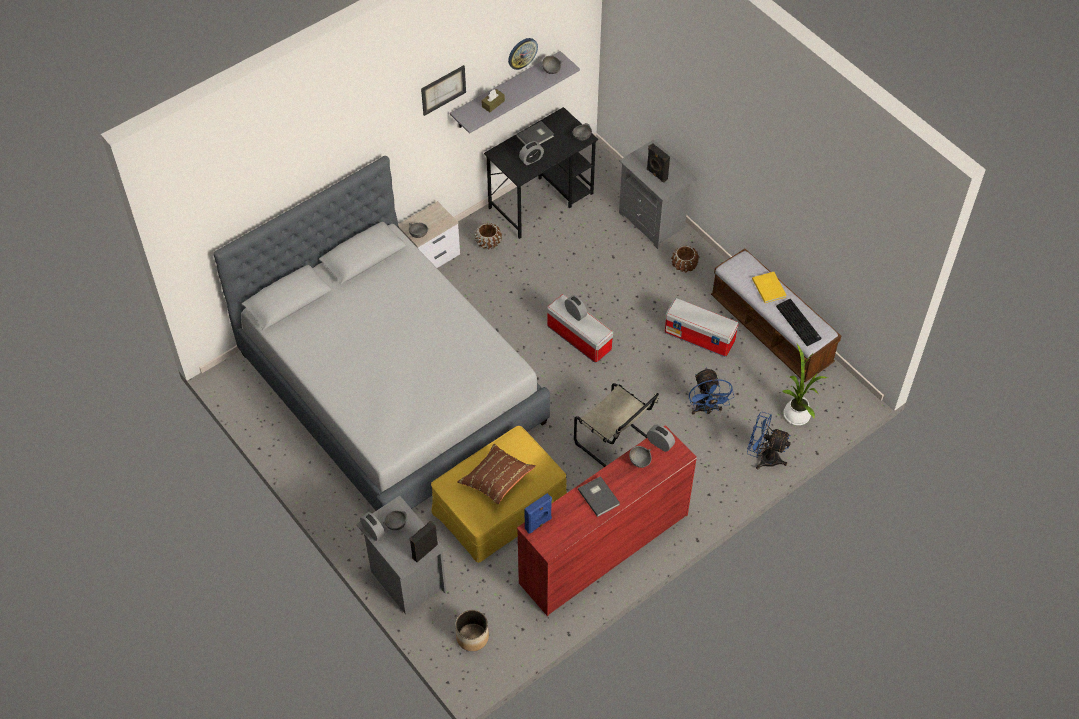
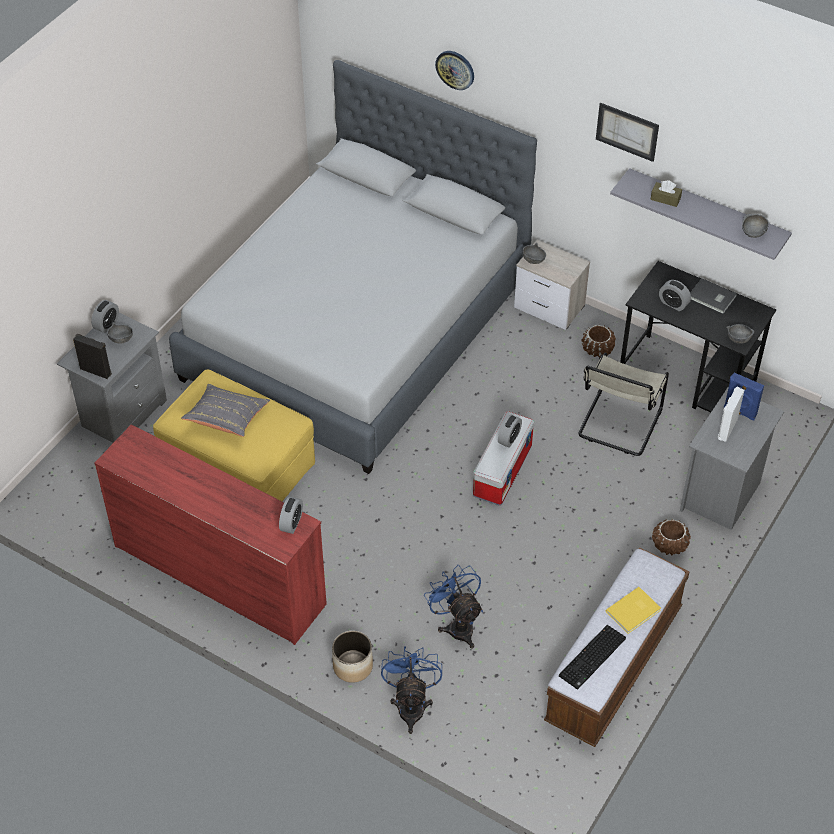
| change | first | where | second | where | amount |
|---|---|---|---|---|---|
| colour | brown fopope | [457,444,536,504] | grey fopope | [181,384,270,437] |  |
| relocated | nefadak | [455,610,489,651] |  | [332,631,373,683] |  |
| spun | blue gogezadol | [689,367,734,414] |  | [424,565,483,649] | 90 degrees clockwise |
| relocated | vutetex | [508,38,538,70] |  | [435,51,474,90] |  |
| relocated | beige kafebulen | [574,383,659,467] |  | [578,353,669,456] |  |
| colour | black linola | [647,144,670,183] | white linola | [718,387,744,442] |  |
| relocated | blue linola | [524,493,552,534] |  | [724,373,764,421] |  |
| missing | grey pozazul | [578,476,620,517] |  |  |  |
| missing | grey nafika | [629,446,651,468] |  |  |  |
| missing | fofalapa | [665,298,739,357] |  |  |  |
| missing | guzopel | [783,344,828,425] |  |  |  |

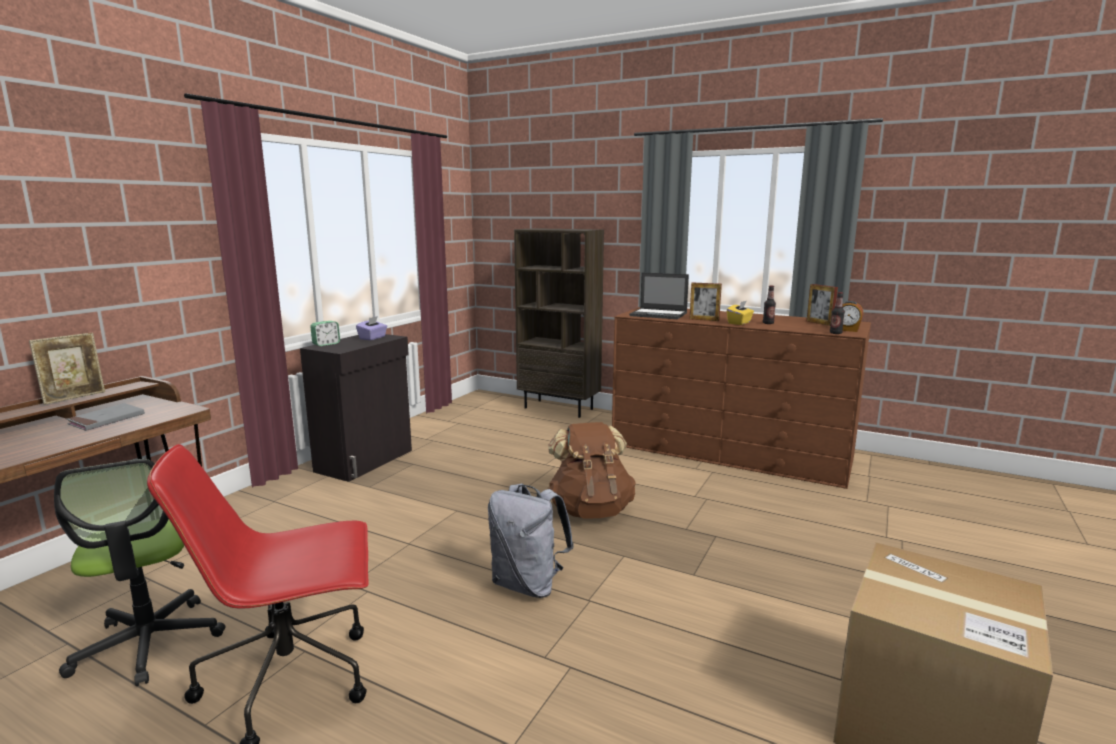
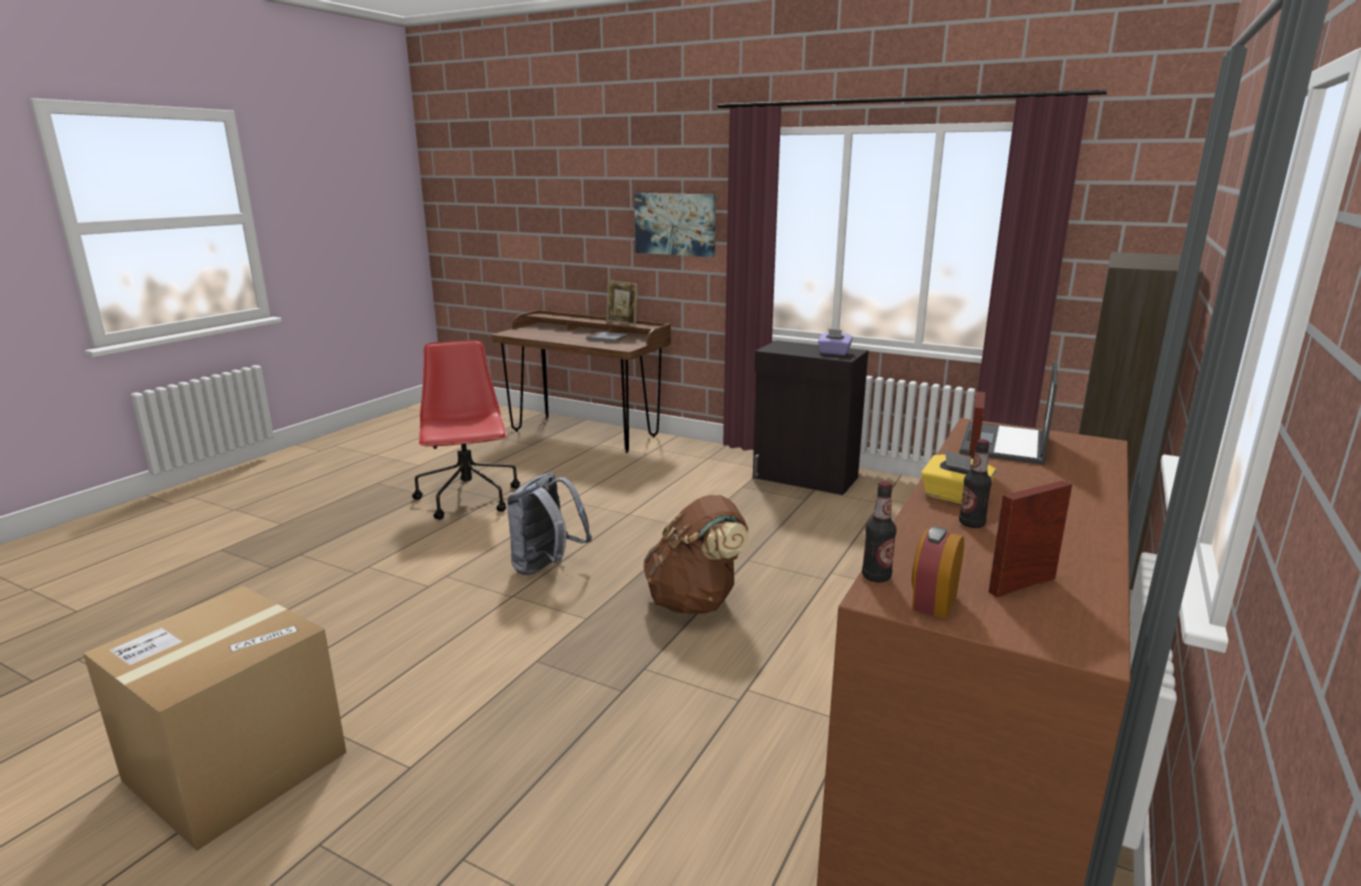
| change | first | where | second | where | amount |
|---|---|---|---|---|---|
| appeared |  |  | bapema | [634,193,715,257] |  |
| missing | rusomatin | [54,459,226,686] |  |  |  |
| missing | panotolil | [310,321,340,346] |  |  |  |

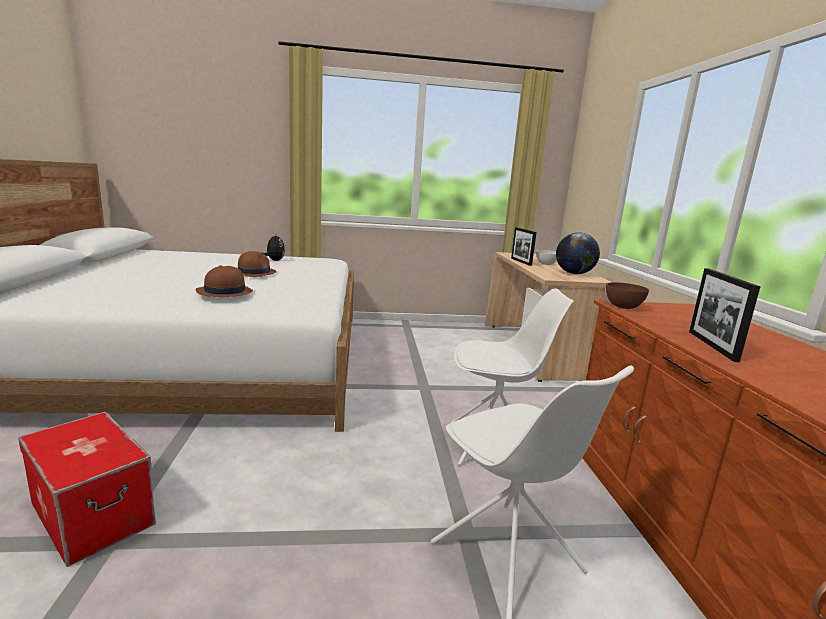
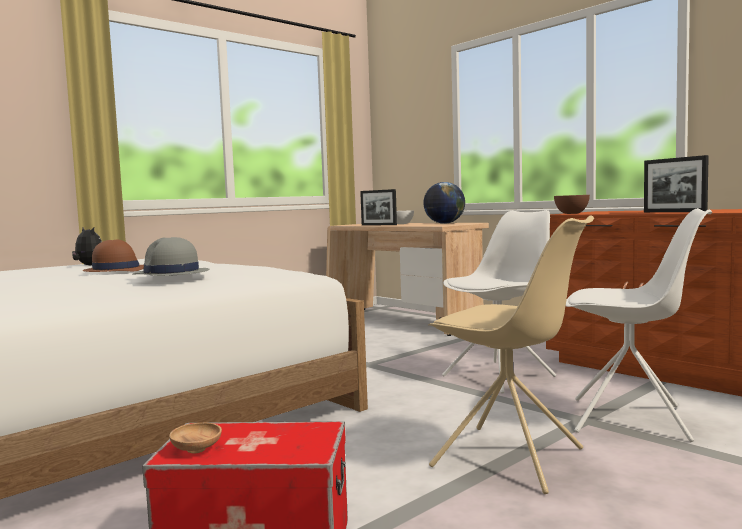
| change | first | where | second | where | amount |
|---|---|---|---|---|---|
| colour | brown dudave | [195,265,253,297] | grey dudave | [132,237,210,276] |  |
| appeared |  |  | brown nafika | [169,423,222,453] |  |
| appeared |  |  | beige kafebulen | [428,215,594,494] |  |

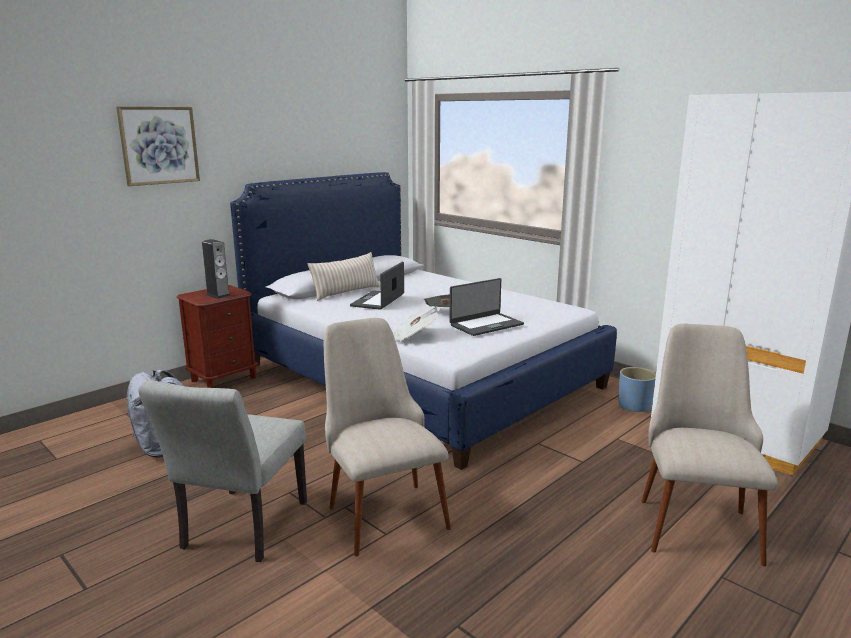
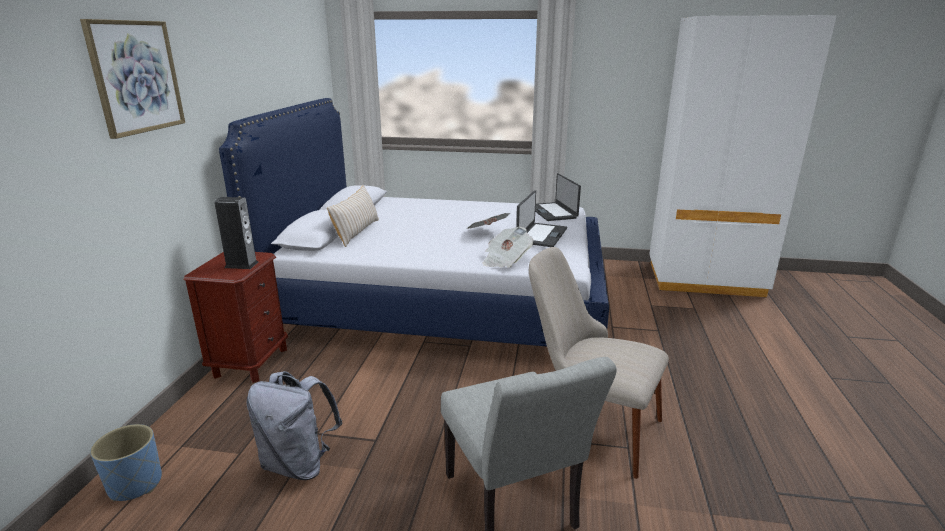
| change | first | where | second | where | amount |
|---|---|---|---|---|---|
| relocated | blue nefadak | [618,367,656,413] |  | [90,424,162,501] |  |
| relocated | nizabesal | [350,262,404,310] |  | [535,173,581,221] |  |
| missing | beige kafebulen | [641,324,778,566] |  |  |  |

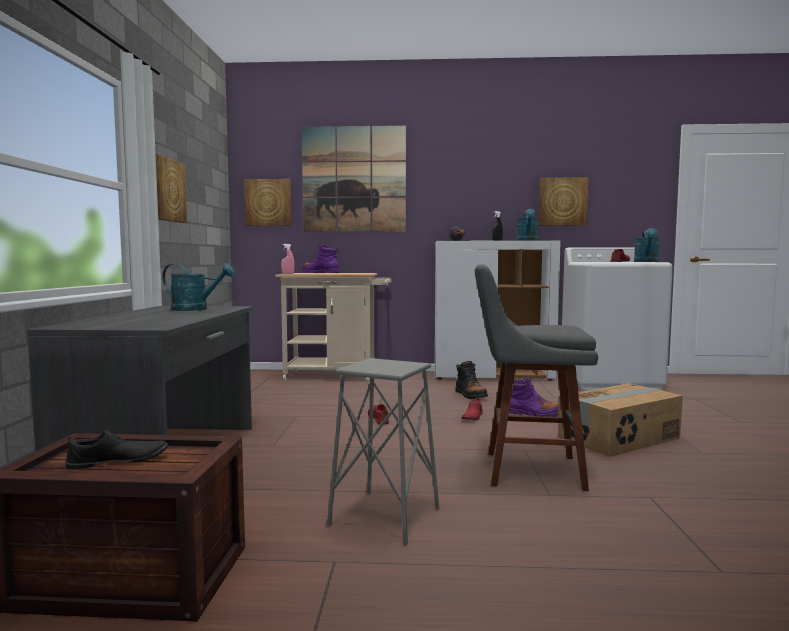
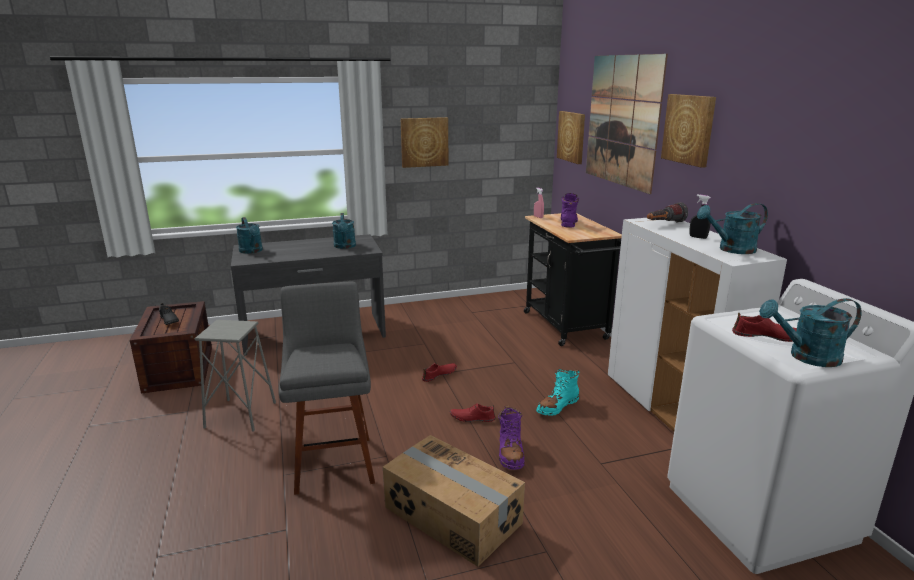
| change | first | where | second | where | amount |
|---|---|---|---|---|---|
| appeared |  |  | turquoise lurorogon | [236,217,263,254] |  |
| colour | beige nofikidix | [275,273,391,382] | black nofikidix | [524,213,622,346] |  |
| colour | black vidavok | [455,361,488,399] | turquoise vidavok | [536,369,580,416] |  |
| relocated | bapema | [538,177,589,226] |  | [661,94,716,168] |  |

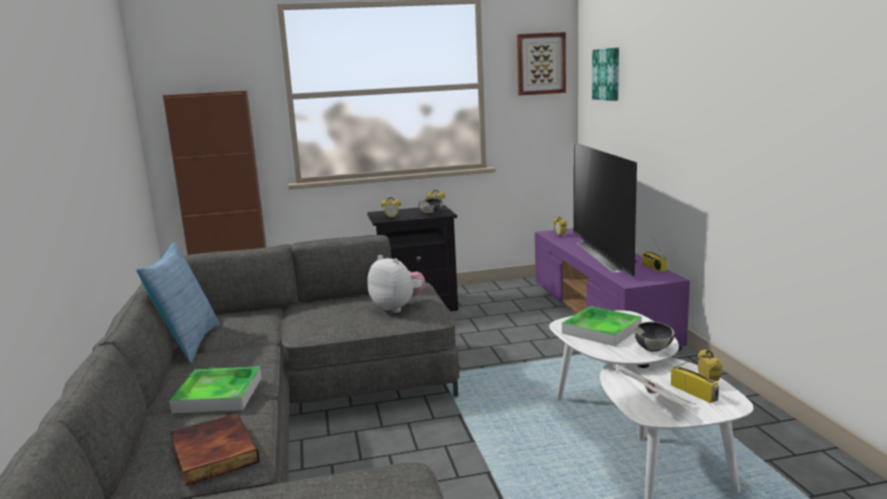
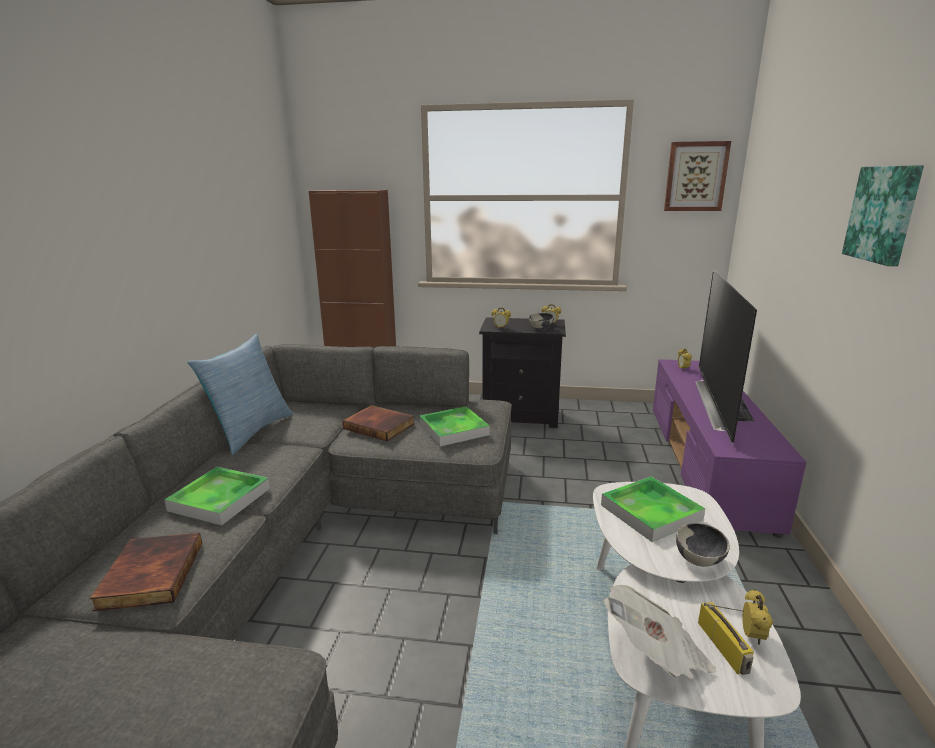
| change | first | where | second | where | amount |
|---|---|---|---|---|---|
| appeared |  |  | pozazul | [342,405,415,441] |  |
| exchanged | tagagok | [368,255,425,313] | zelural | [419,406,490,446] |  |
| relocated | bapema | [592,48,619,101] |  | [842,165,924,266] |  |
| missing | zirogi | [642,234,667,272] |  |  |  |

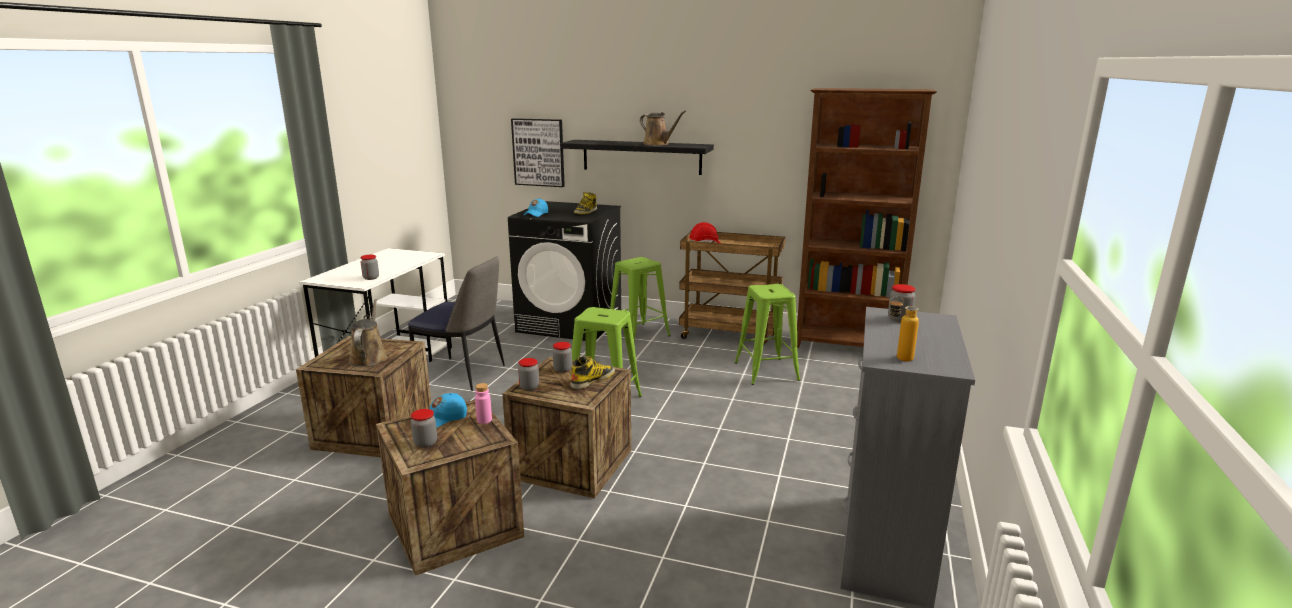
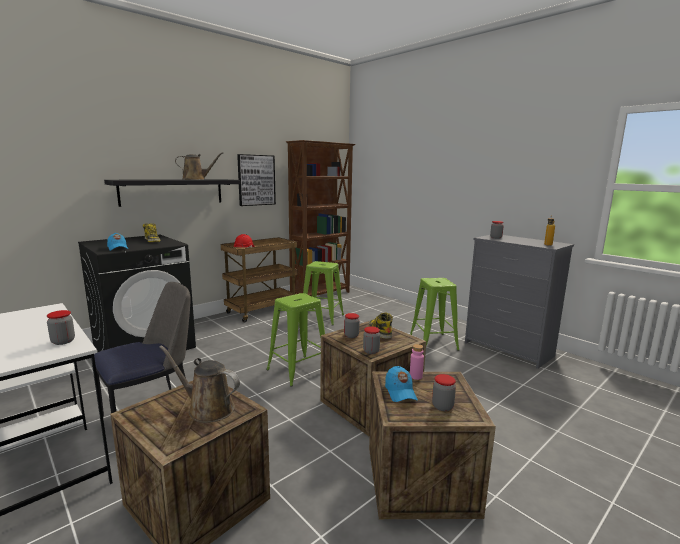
| change | first | where | second | where | amount |
|---|---|---|---|---|---|
| relocated | bapema | [511,118,565,187] |  | [237,154,276,206] |  |
| relocated | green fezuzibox | [606,257,671,341] |  | [410,278,459,351] |  |

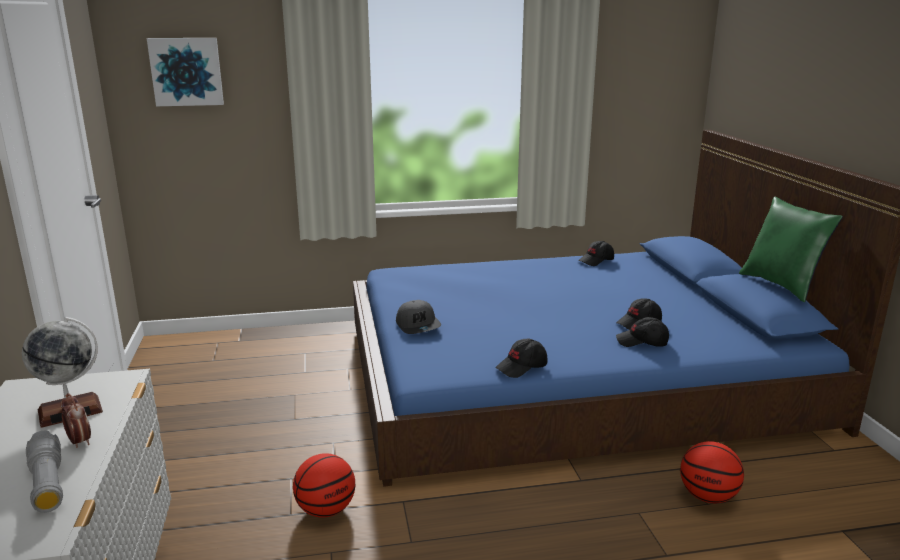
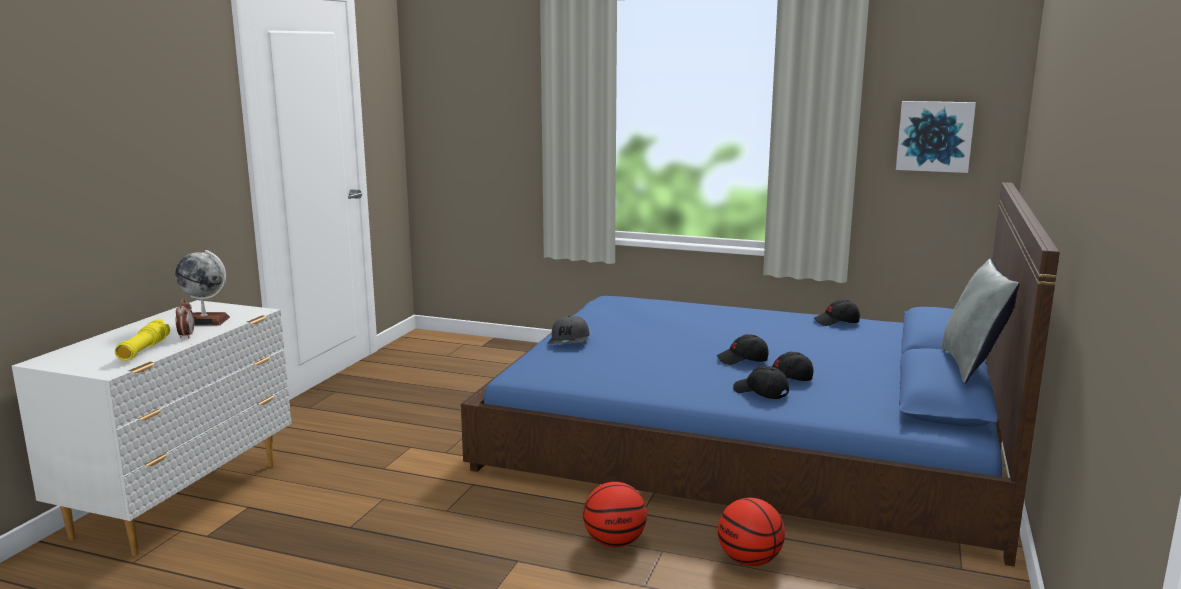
| change | first | where | second | where | amount |
|---|---|---|---|---|---|
| colour | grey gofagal | [26,431,63,513] | yellow gofagal | [115,319,170,361] |  |
| relocated | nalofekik | [293,453,355,518] |  | [583,482,647,547] |  |
| relocated | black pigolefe | [495,339,547,378] |  | [717,334,769,365] |  |
| relocated | bapema | [147,38,224,106] |  | [896,101,976,173] |  |
| colour | green fopope | [739,197,843,302] | grey fopope | [941,259,1020,383] |  |

